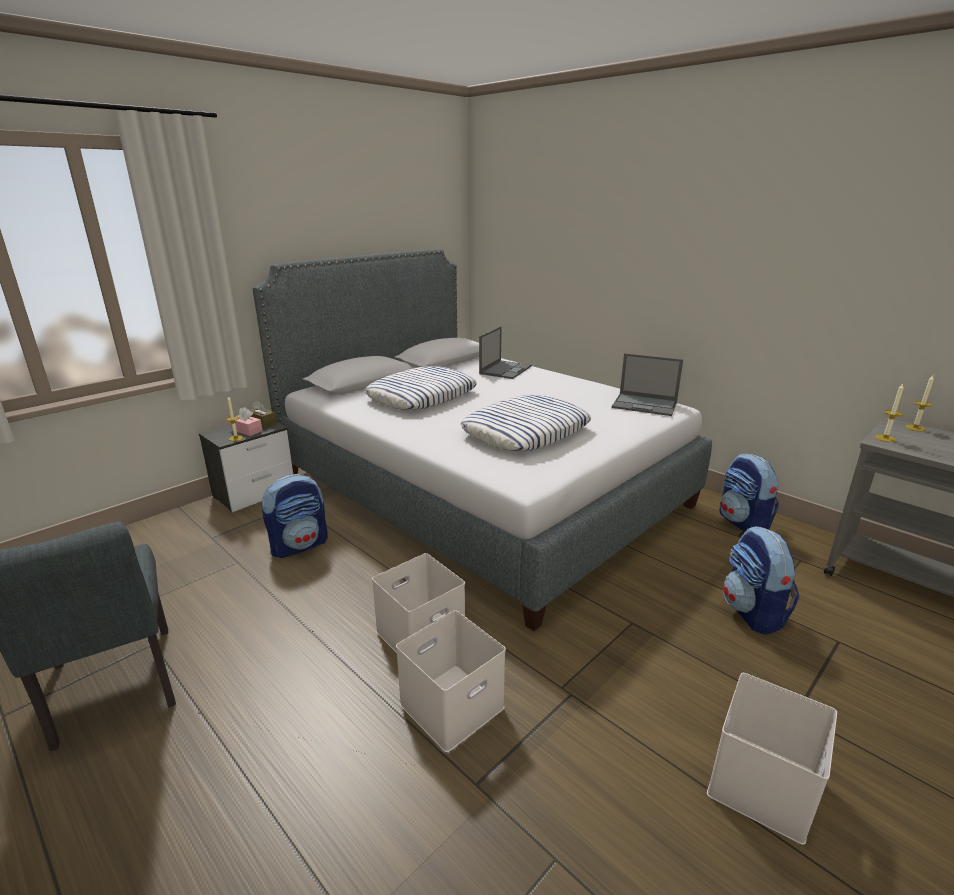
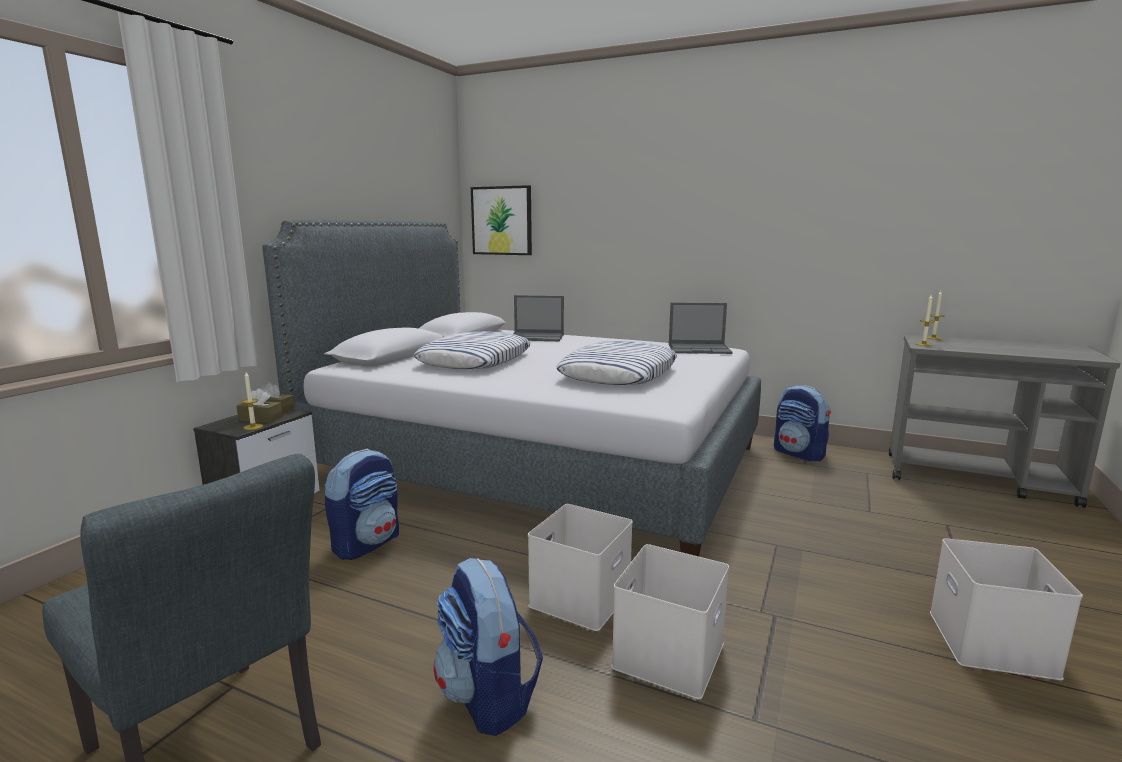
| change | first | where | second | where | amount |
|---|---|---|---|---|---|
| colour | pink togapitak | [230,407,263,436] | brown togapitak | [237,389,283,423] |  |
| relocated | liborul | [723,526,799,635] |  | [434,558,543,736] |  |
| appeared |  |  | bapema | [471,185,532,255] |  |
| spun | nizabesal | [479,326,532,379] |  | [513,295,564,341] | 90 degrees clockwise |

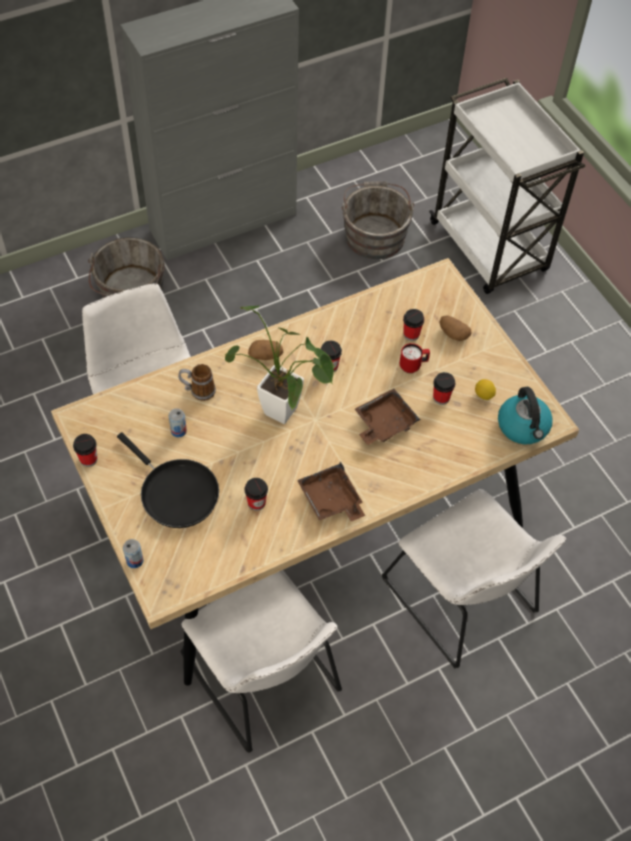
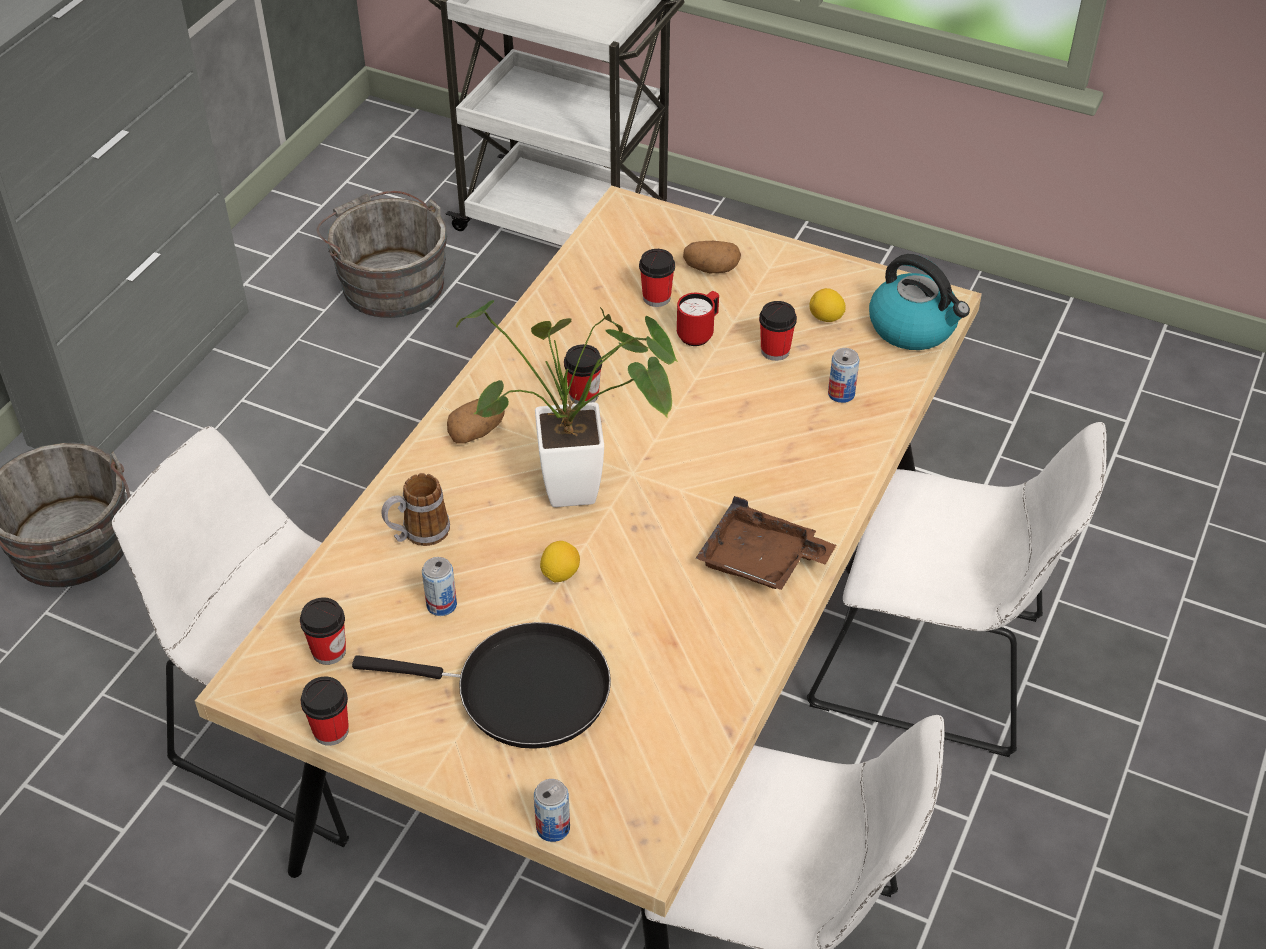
| change | first | where | second | where | amount |
|---|---|---|---|---|---|
| relocated | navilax | [244,478,268,511] |  | [300,597,346,665] |  |
| appeared |  |  | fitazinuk | [540,541,580,583] |  |
| appeared |  |  | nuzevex | [828,348,860,403] |  |
| missing | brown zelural | [355,389,421,445] |  |  |  |

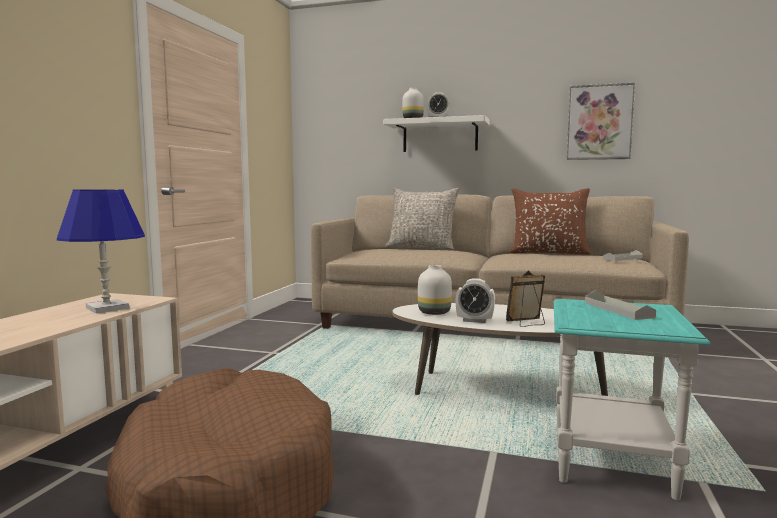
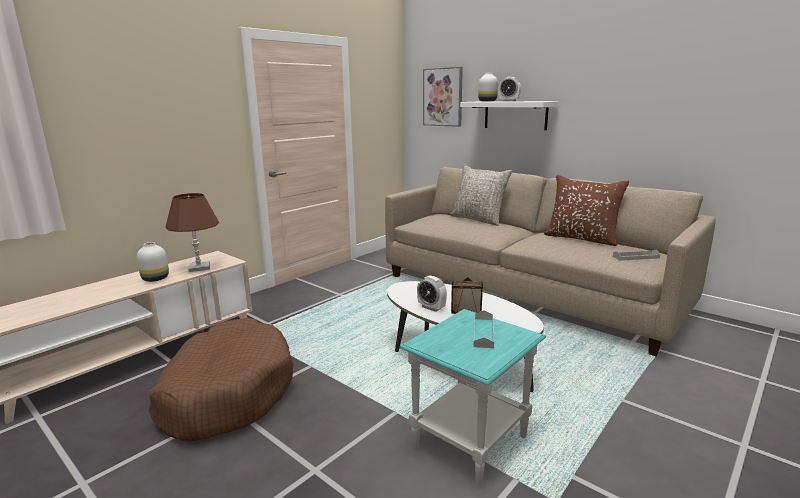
| change | first | where | second | where | amount |
|---|---|---|---|---|---|
| relocated | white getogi | [418,265,452,315] |  | [137,242,169,282] |  |
| colour | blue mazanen | [57,189,145,313] | brown mazanen | [166,193,219,272] |  |
| relocated | bapema | [567,83,635,160] |  | [423,67,463,127] |  |

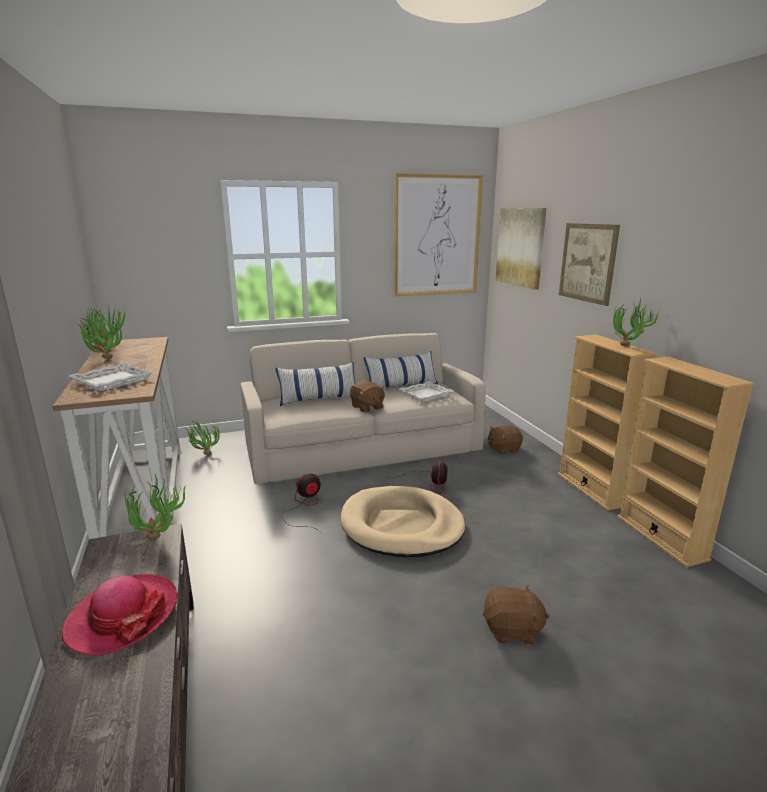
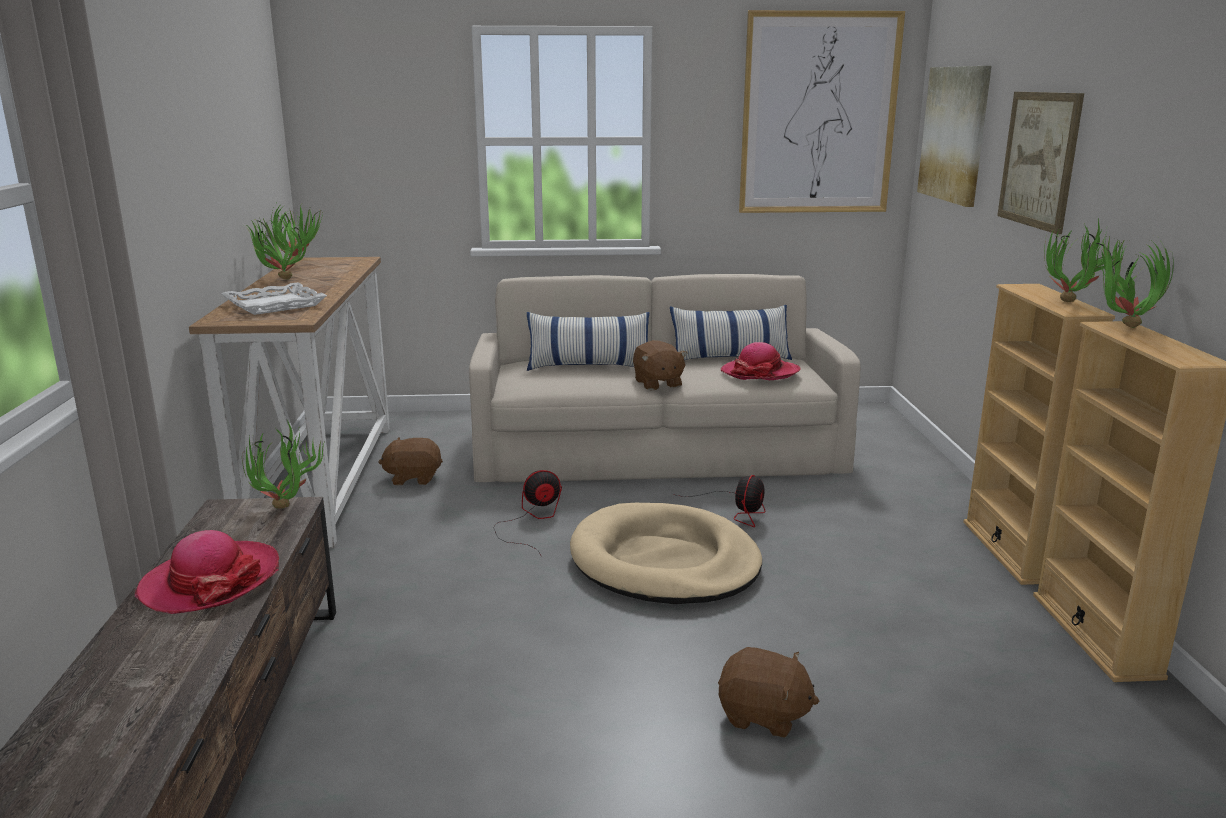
| change | first | where | second | where | amount |
|---|---|---|---|---|---|
| relocated | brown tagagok | [487,425,523,454] |  | [378,437,443,485] |  |
| exchanged | white zelural | [399,381,454,402] | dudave | [721,342,801,380] |  |
| relocated | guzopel | [185,419,220,455] |  | [1093,240,1174,328] |  |

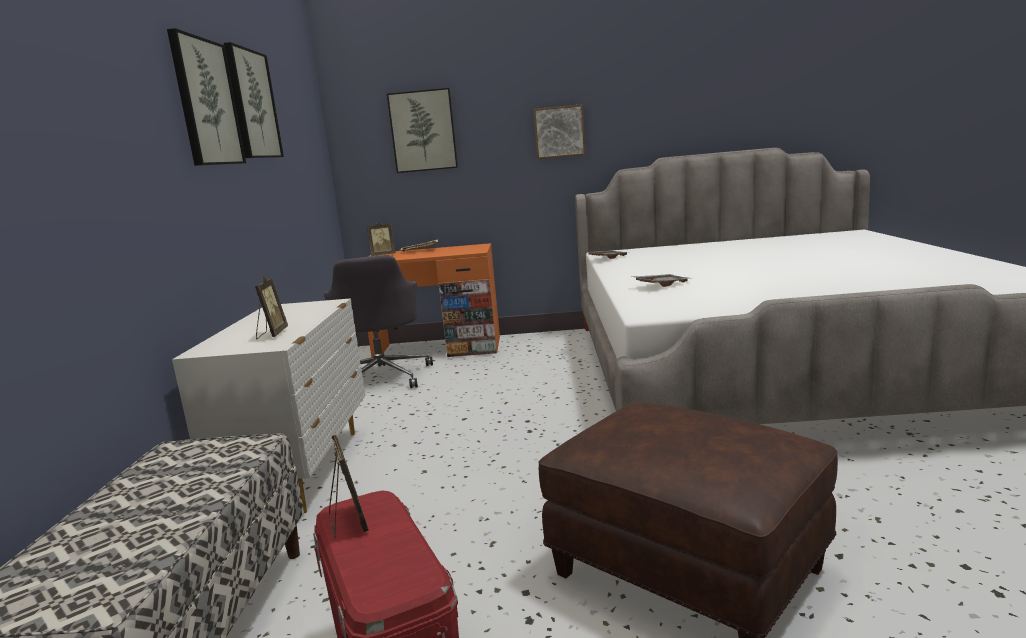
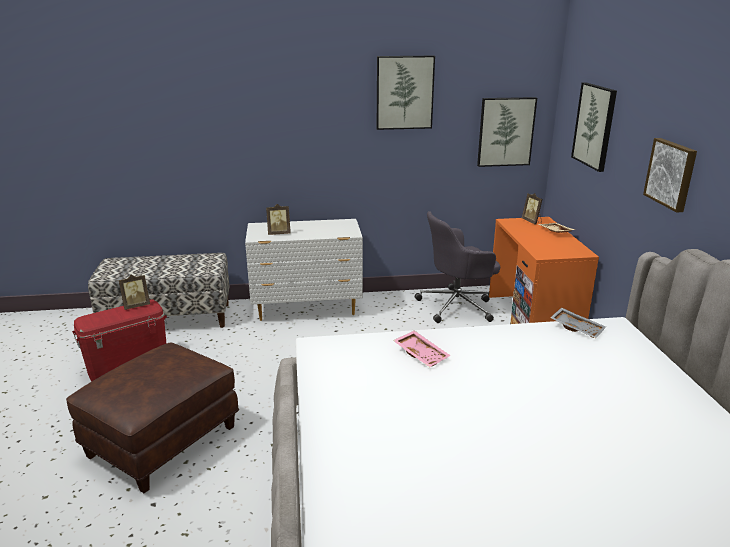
| change | first | where | second | where | amount |
|---|---|---|---|---|---|
| colour | grey zelural | [631,274,688,287] | pink zelural | [393,330,451,367] |  |
| relocated | bapema | [167,28,246,166] |  | [477,97,537,167] |  |

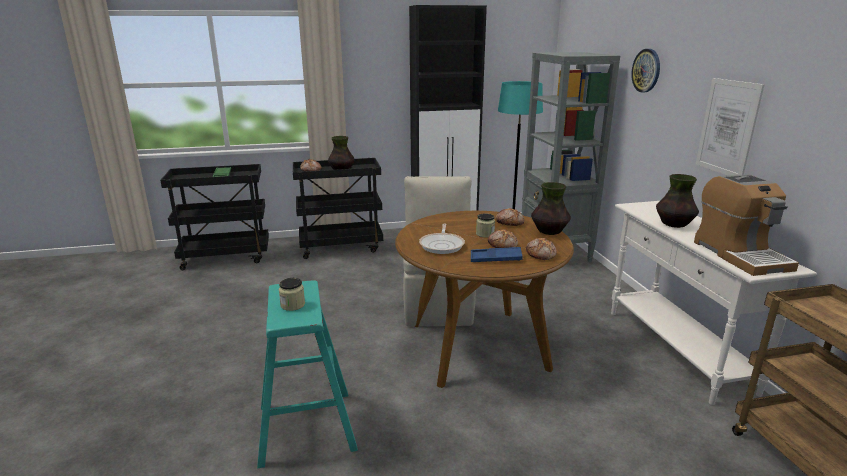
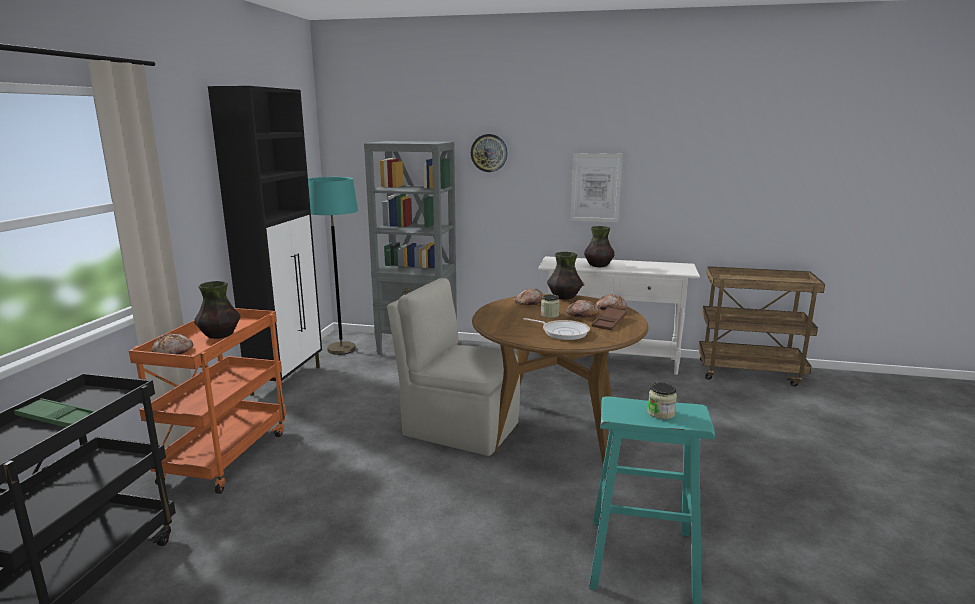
| change | first | where | second | where | amount |
|---|---|---|---|---|---|
| colour | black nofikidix | [293,158,383,259] | orange nofikidix | [129,308,287,494] |  |
| colour | blue zelural | [471,247,523,262] | brown zelural | [591,307,627,330] |  |
| missing | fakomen | [694,174,799,276] |  |  |  |

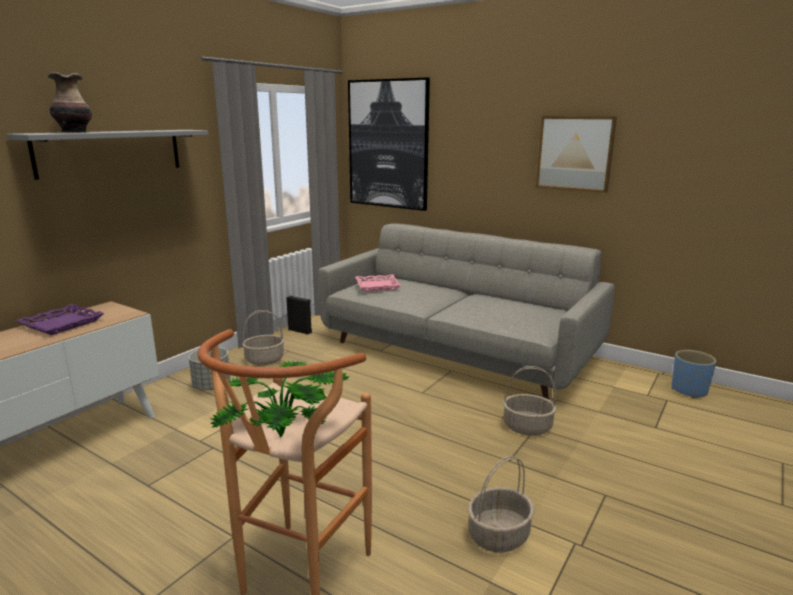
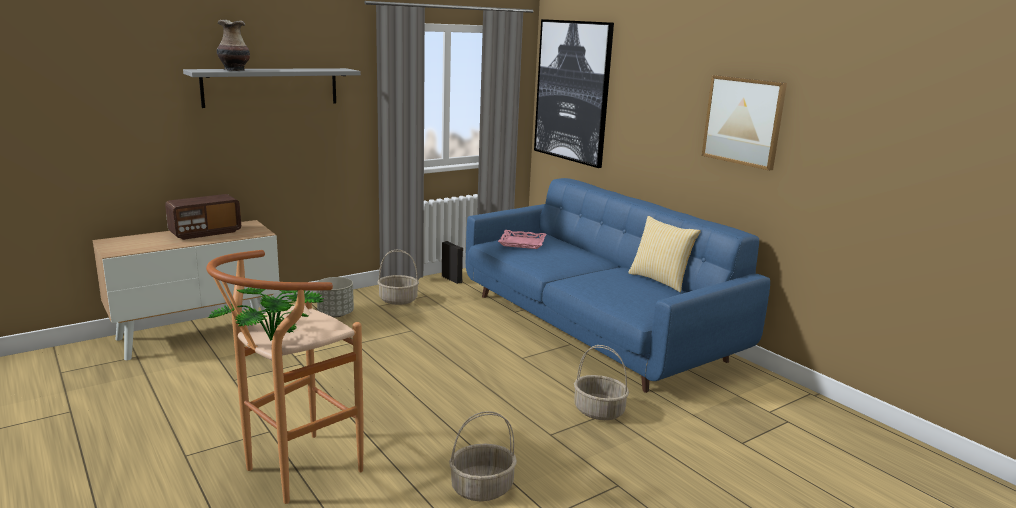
| change | first | where | second | where | amount |
|---|---|---|---|---|---|
| exchanged | purple zelural | [16,304,104,335] | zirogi | [165,194,241,240] |  |
| colour | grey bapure | [319,223,615,399] | blue bapure | [466,178,770,393] |  |
| appeared |  |  | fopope | [628,216,701,292] |  |
| missing | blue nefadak | [672,350,716,398] |  |  |  |

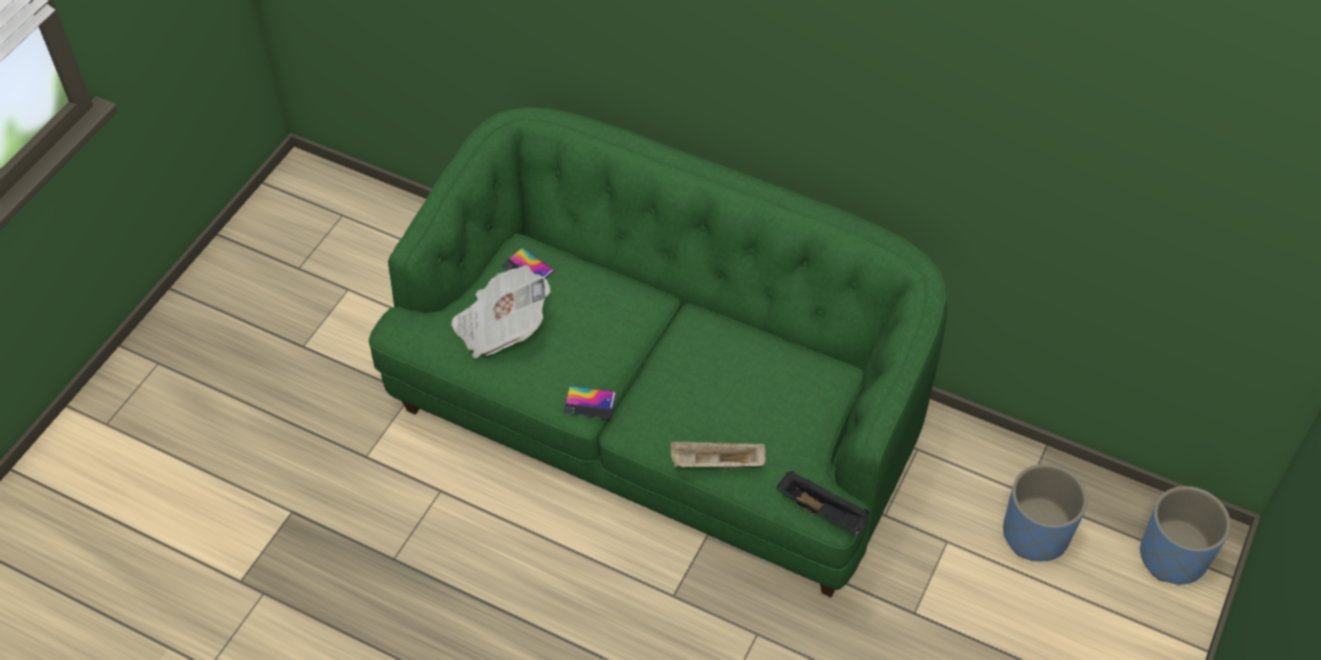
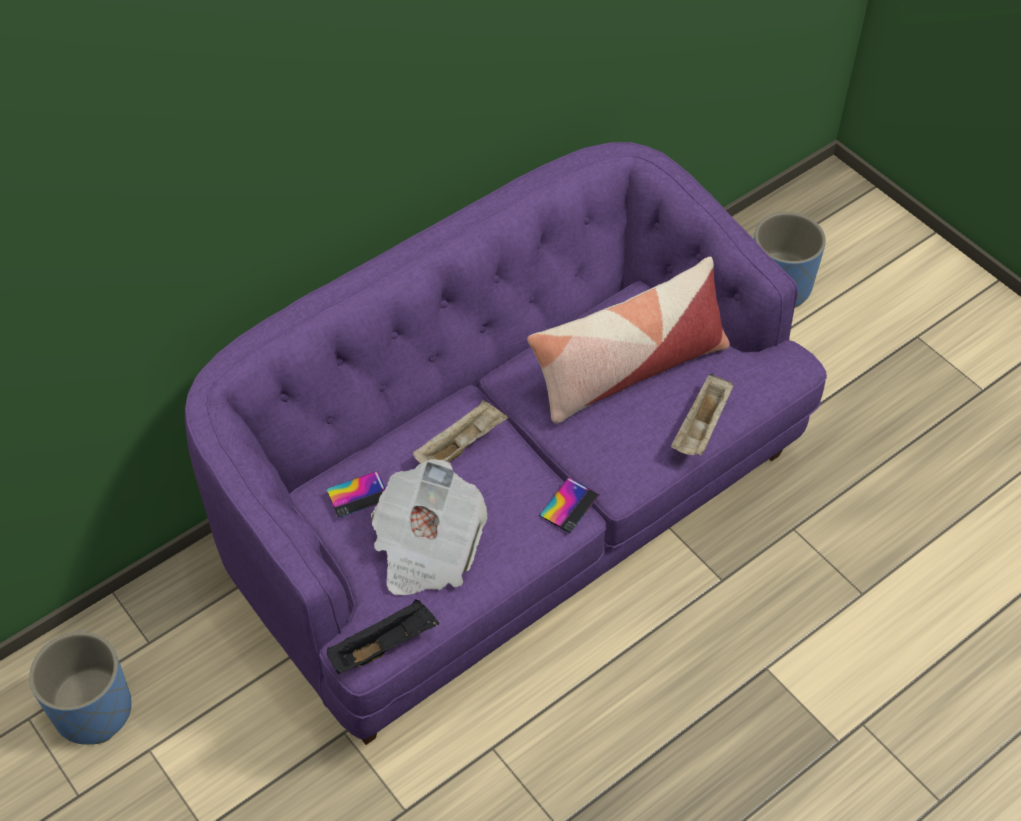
| change | first | where | second | where | amount |
|---|---|---|---|---|---|
| relocated | blue nefadak | [1140,486,1231,584] |  | [29,632,132,745] |  |
| colour | green bapure | [369,107,947,598] | purple bapure | [185,142,827,745] |  |
| relocated | black zelural | [777,471,869,536] |  | [327,599,439,674] |  |
| appeared |  |  | beige zelural | [413,400,509,464] |  |
| appeared |  |  | fopope | [527,257,730,424] |  |

